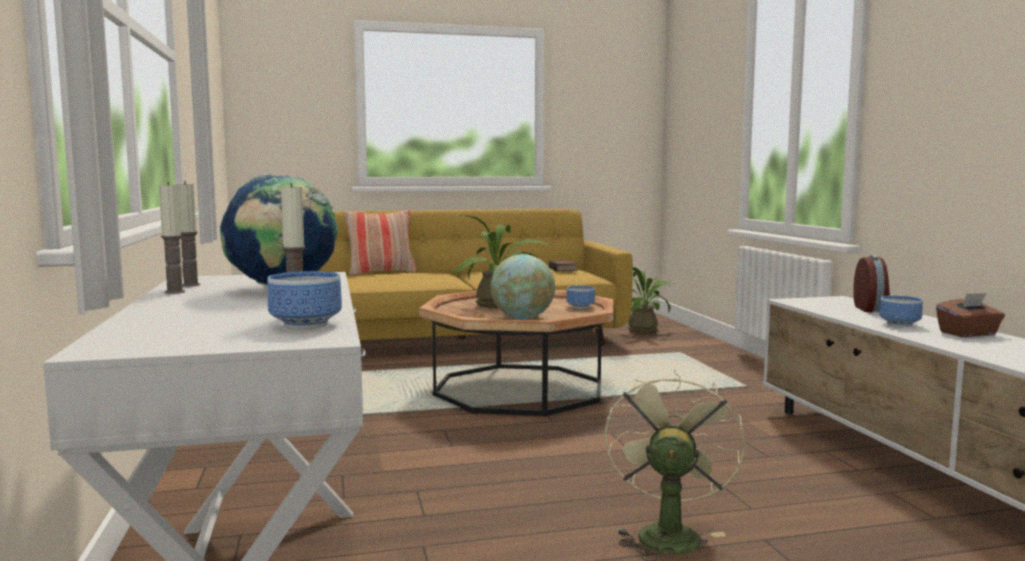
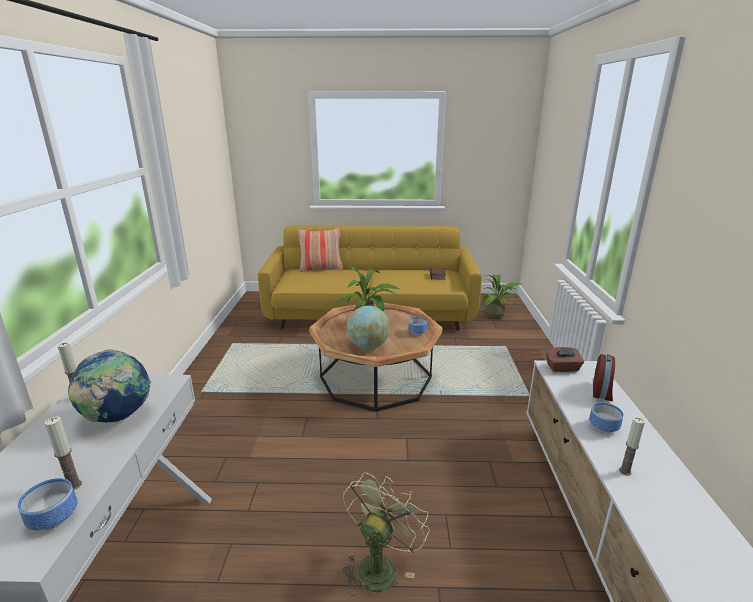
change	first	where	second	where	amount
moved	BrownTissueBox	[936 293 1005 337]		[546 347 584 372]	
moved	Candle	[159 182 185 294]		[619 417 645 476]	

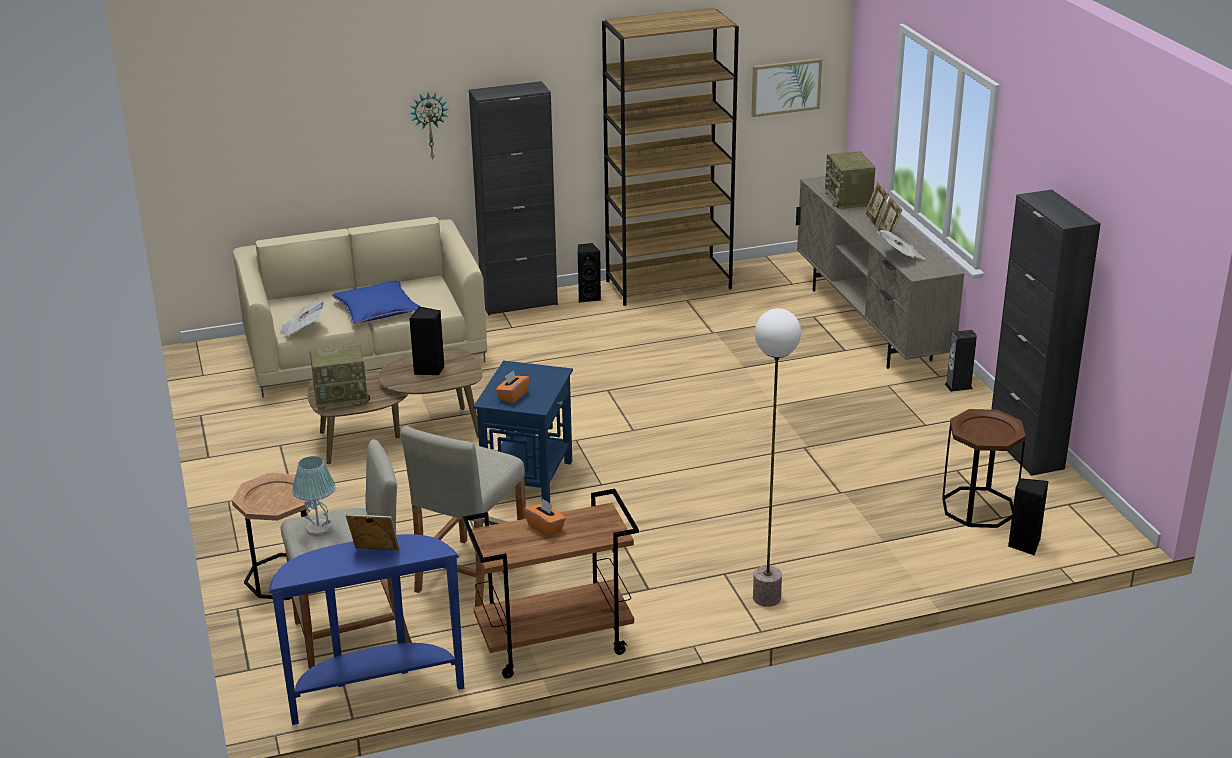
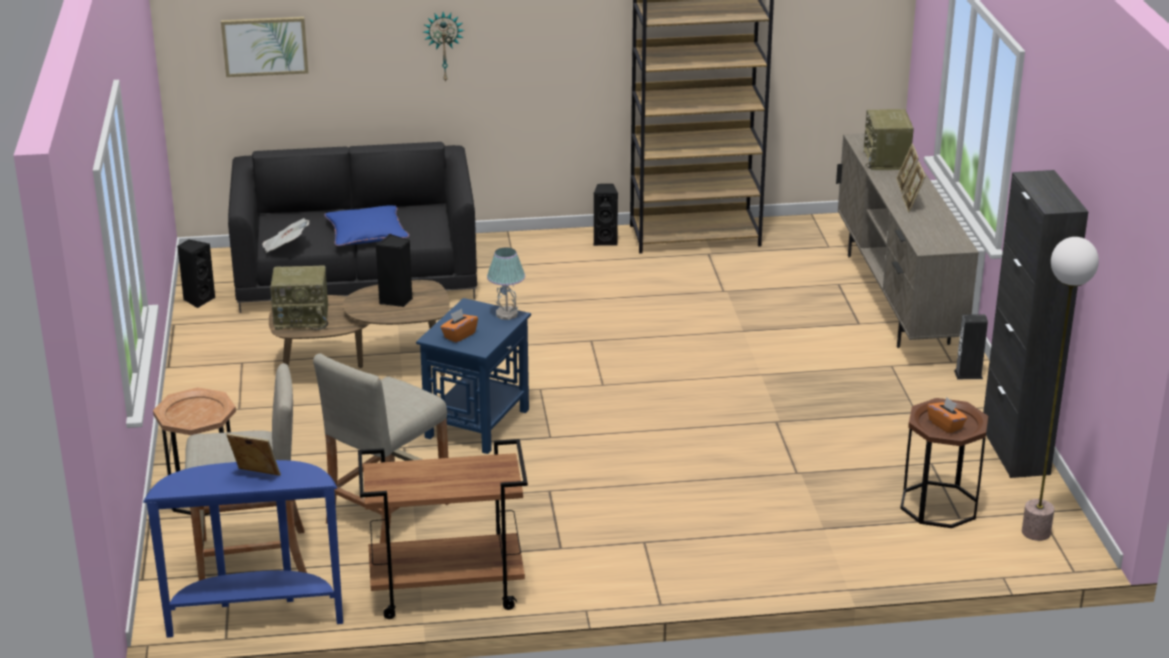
change	first	where	second	where	amount
moved	BlackSpeaker	[1008 478 1048 556]		[177 240 216 308]	
moved	Picture	[751 58 822 117]		[221 17 308 77]	
recoloured	BeigeSofa	[233 217 487 398]	BlackSofa	[228 142 477 313]	
moved	TableLamp	[292 456 336 537]		[487 247 525 320]	
moved	OrangeTissueBox	[524 499 566 537]		[927 397 967 434]	
moved	FloorLamp	[753 308 801 607]		[1022 237 1099 541]	
removed	BlackCabinet	[469 81 558 316]			
removed	Newspaper	[877 230 925 259]			

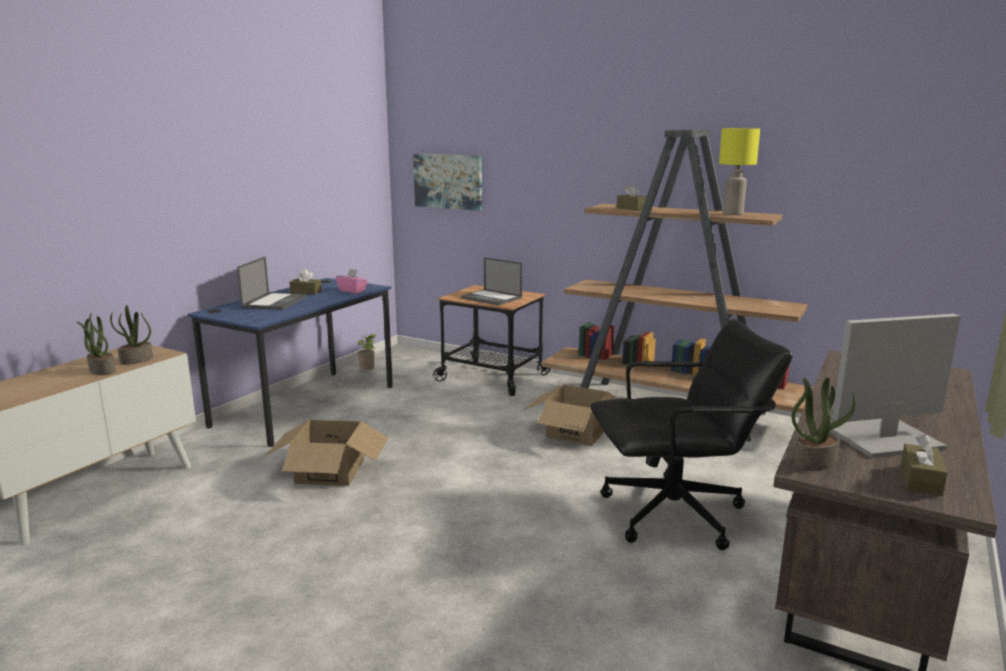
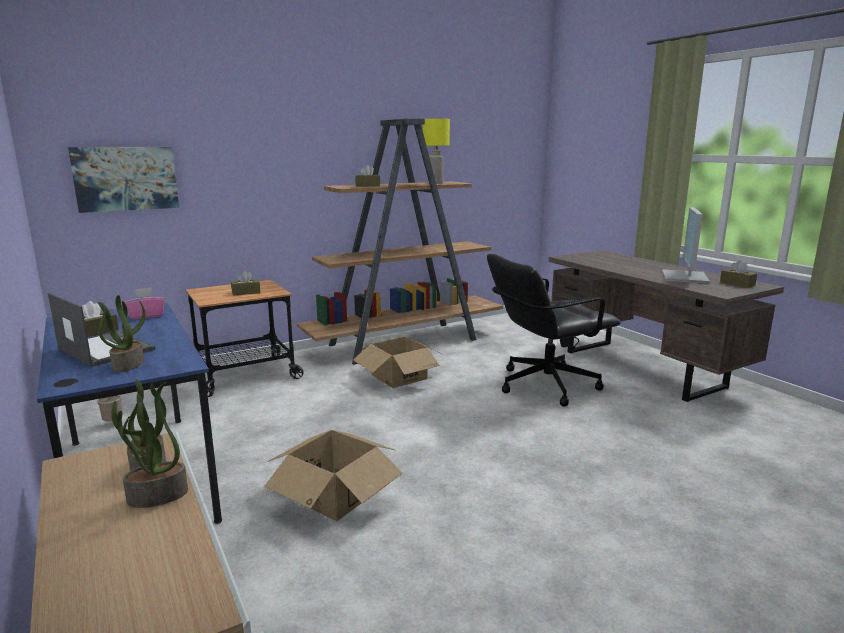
change	first	where	second	where	amount
moved	PottedPlant	[792 377 856 470]		[98 295 146 372]	
replaced	Laptop	[461 257 522 306]	BrownTissueBox	[231 271 260 296]	
turned	BlackOfficeChair	[590 319 793 550]		[487 254 621 407]	135 degrees counterclockwise

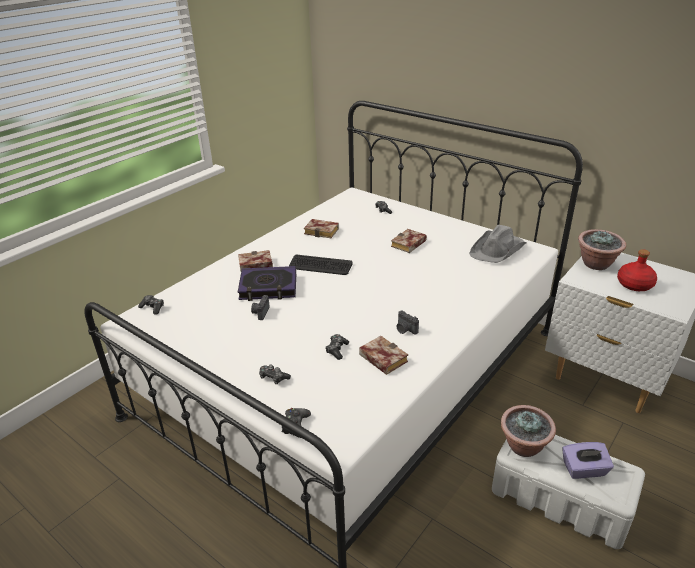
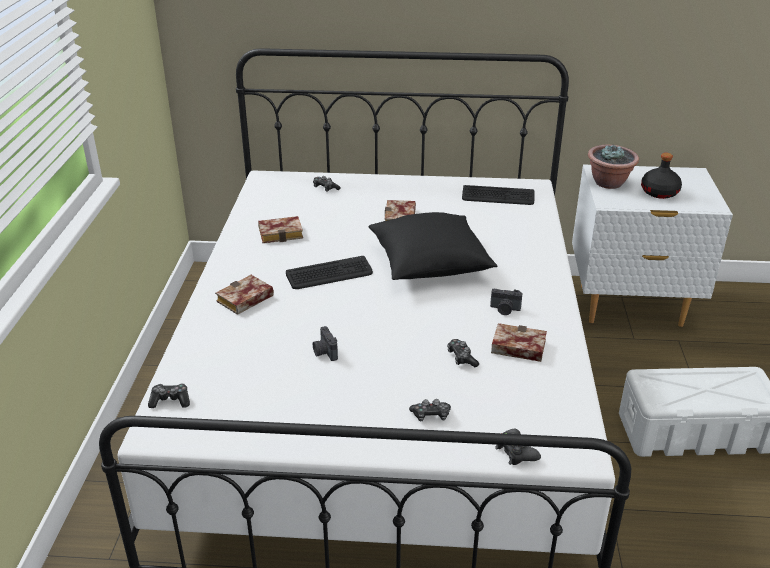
change	first	where	second	where	amount
added			BlackPillow	[368 212 497 280]	
replaced	GreyHat	[469 225 527 263]	Keyboard	[462 185 534 205]	
recoloured	RedBottle	[617 249 657 291]	BlackBottle	[641 153 682 199]	
removed	Book	[238 266 296 301]			
removed	PottedPlant	[501 405 556 457]			
removed	PurpleTissueBox	[562 442 614 479]			

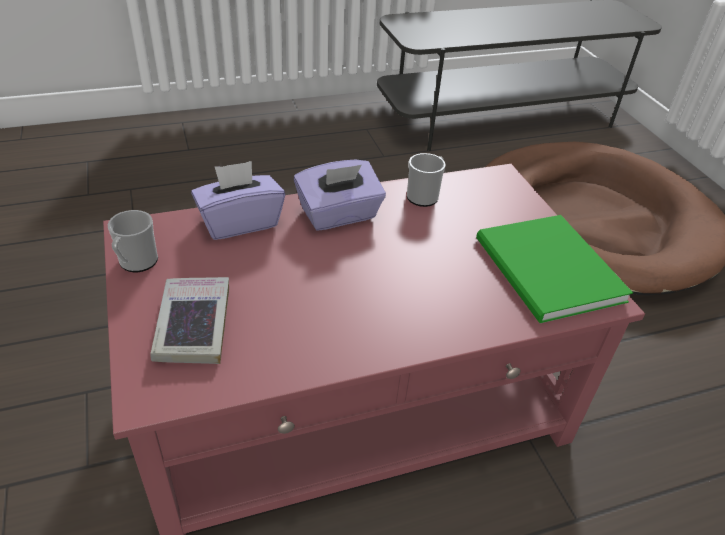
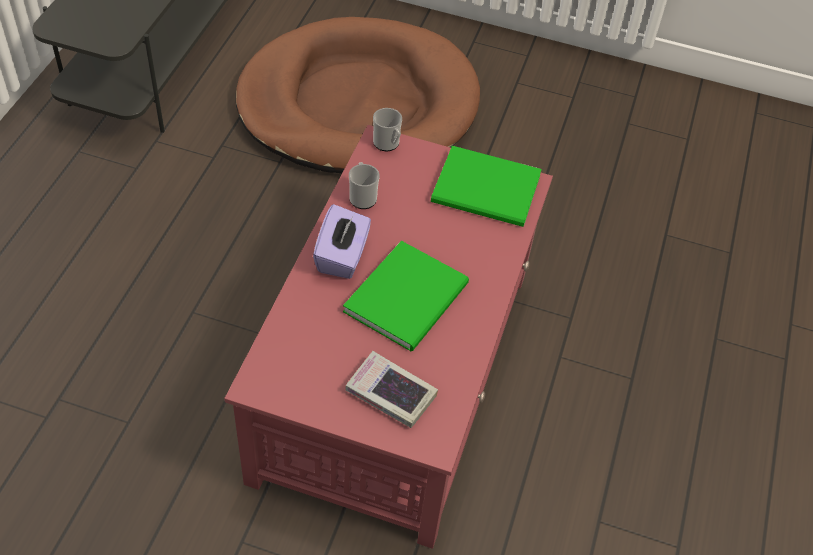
change	first	where	second	where	amount
added			GreenBook	[343 241 469 351]	
moved	Mug	[108 210 158 272]		[373 108 402 151]	
removed	PurpleTissueBox	[191 161 285 240]			

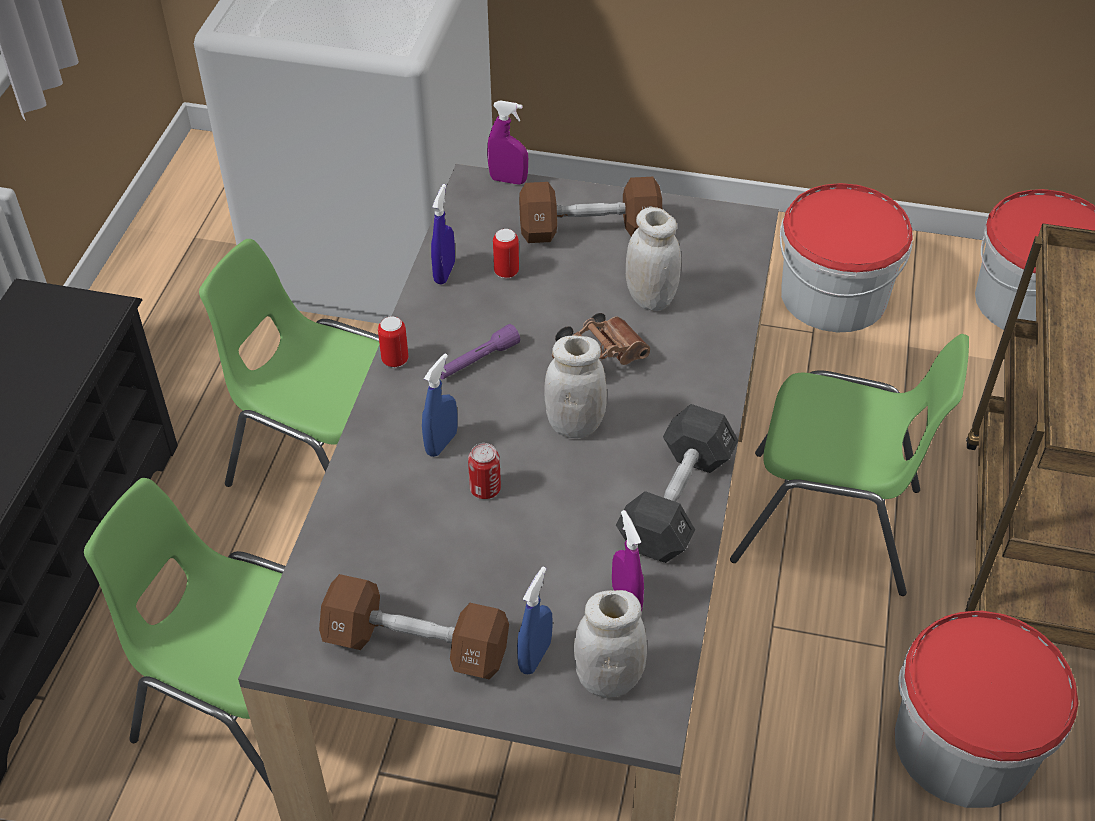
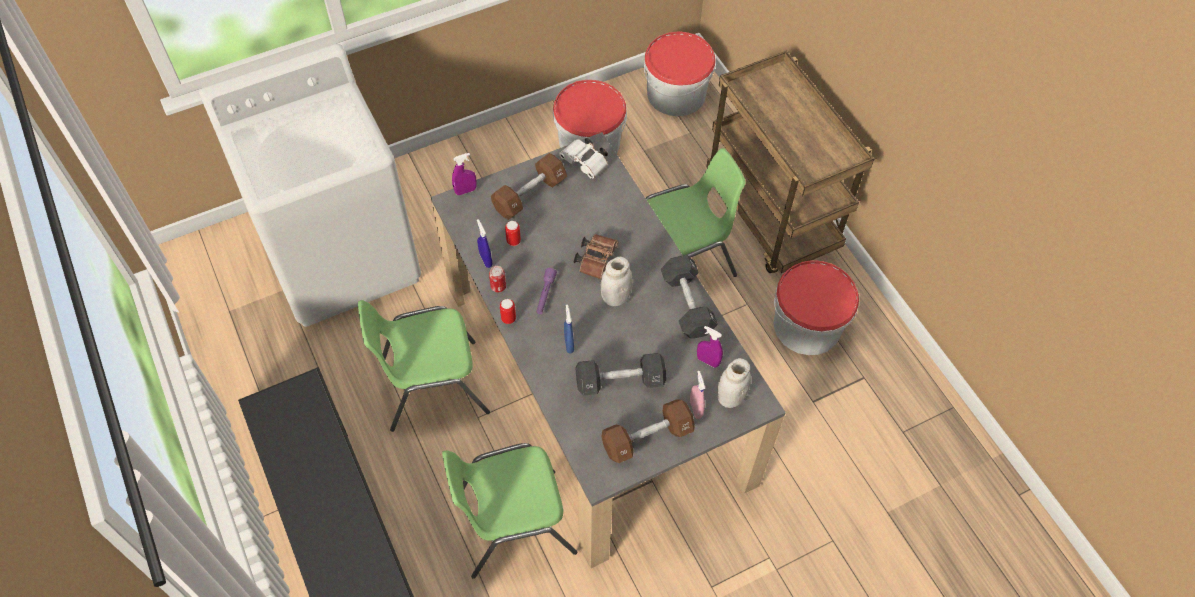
change	first	where	second	where	amount
moved	Can	[468 443 501 499]		[489 266 506 292]	
added			WhiteBinoculars	[559 138 608 178]	
added			BlackDumbbell	[575 353 666 396]	
recoloured	BlueSprayBottle	[517 567 553 674]	PinkSprayBottle	[690 371 705 419]	
removed	WhiteJar	[626 207 681 311]			

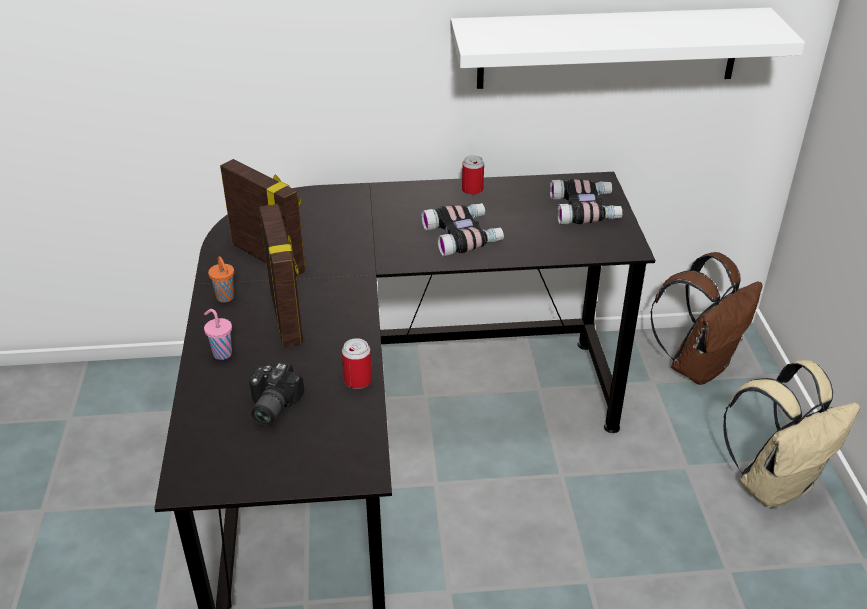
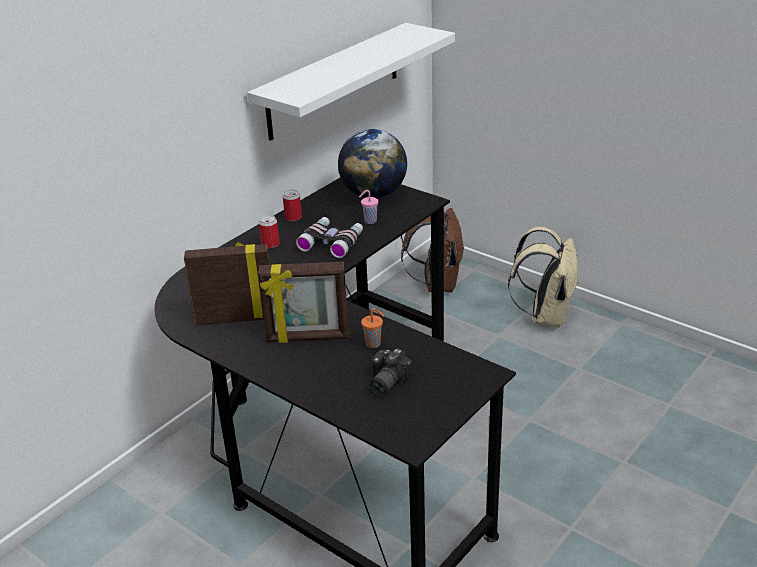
change	first	where	second	where	amount
turned	PictureFrame	[259 204 303 347]		[258 262 348 343]	150 degrees clockwise
moved	Can	[342 338 372 389]		[259 215 279 248]	
replaced	Binoculars	[550 179 623 225]	Globe	[338 129 407 199]	
moved	PinkCup	[204 309 232 360]		[359 190 379 224]	
moved	OrangeCup	[208 257 234 303]		[361 308 385 348]	
turned	PhotoCamera	[249 362 304 426]		[370 348 414 395]	60 degrees clockwise

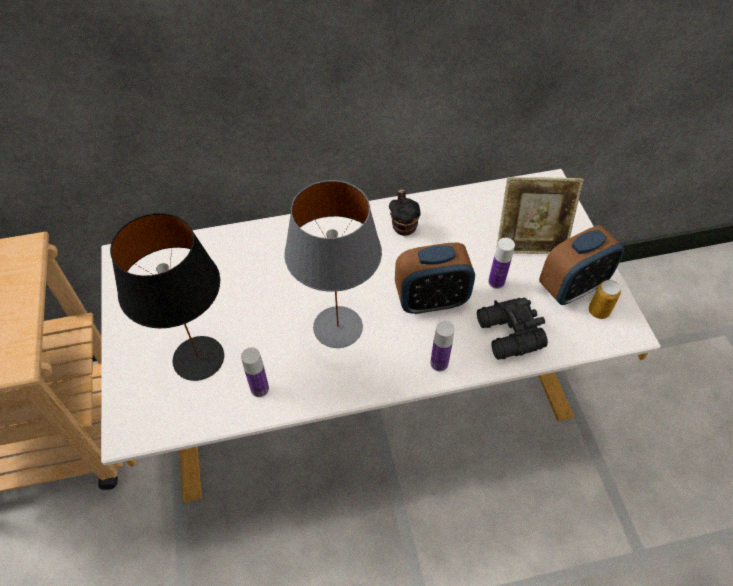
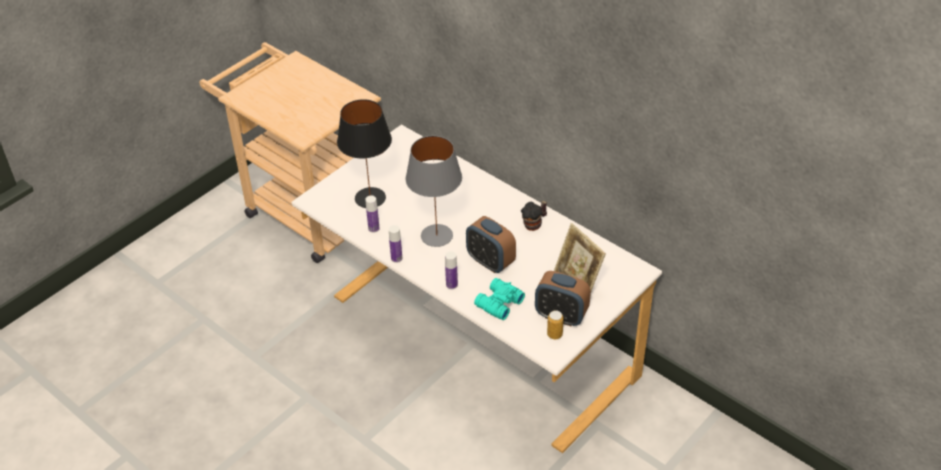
change	first	where	second	where	amount
moved	Bottle	[488 238 515 289]		[389 225 402 263]	
recoloured	BlackBinoculars	[477 298 548 360]	TurquoiseBinoculars	[474 278 525 320]	

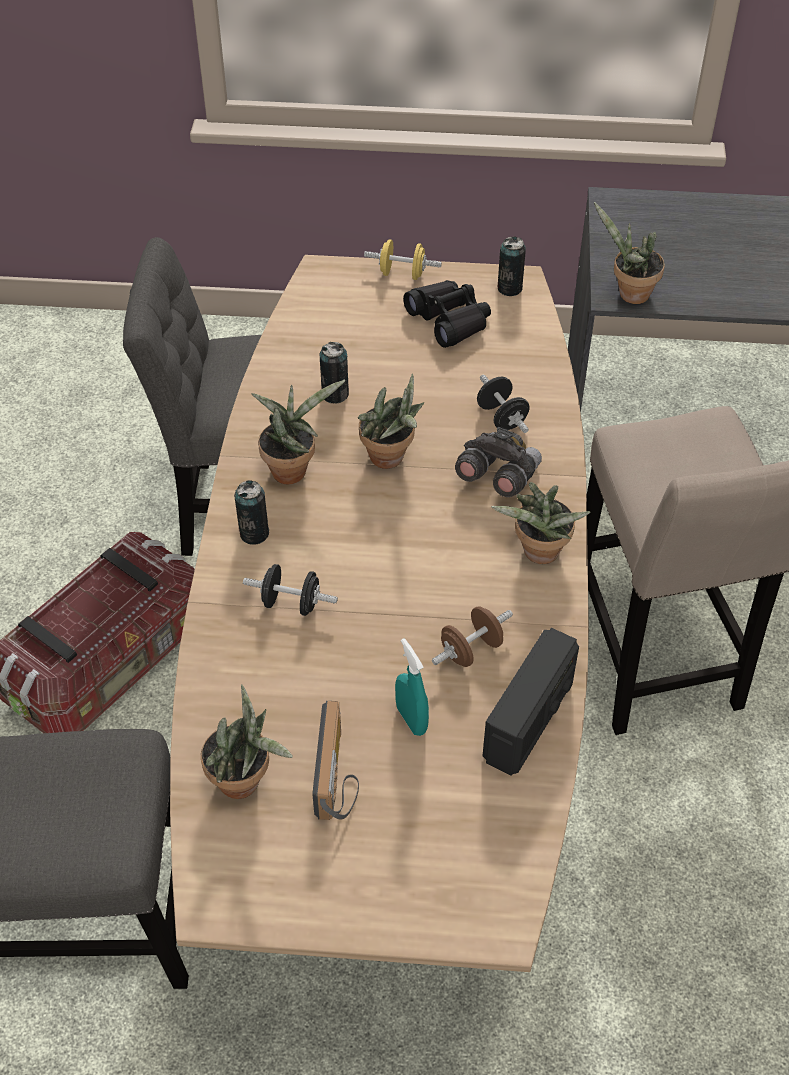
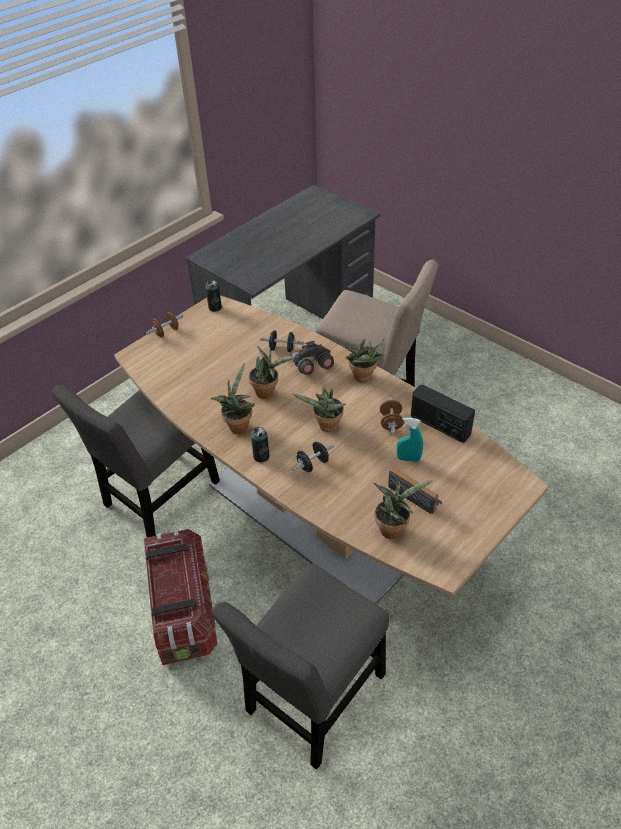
change	first	where	second	where	amount
recoloured	YellowDumbbell	[364 239 442 280]	BrownDumbbell	[146 312 184 337]	
moved	PottedPlant	[594 202 665 304]		[293 388 346 432]	
turned	Radio	[482 628 579 776]		[411 384 475 443]	150 degrees clockwise
removed	Can	[320 342 349 403]			
removed	BlackBinoculars	[403 280 491 348]			

